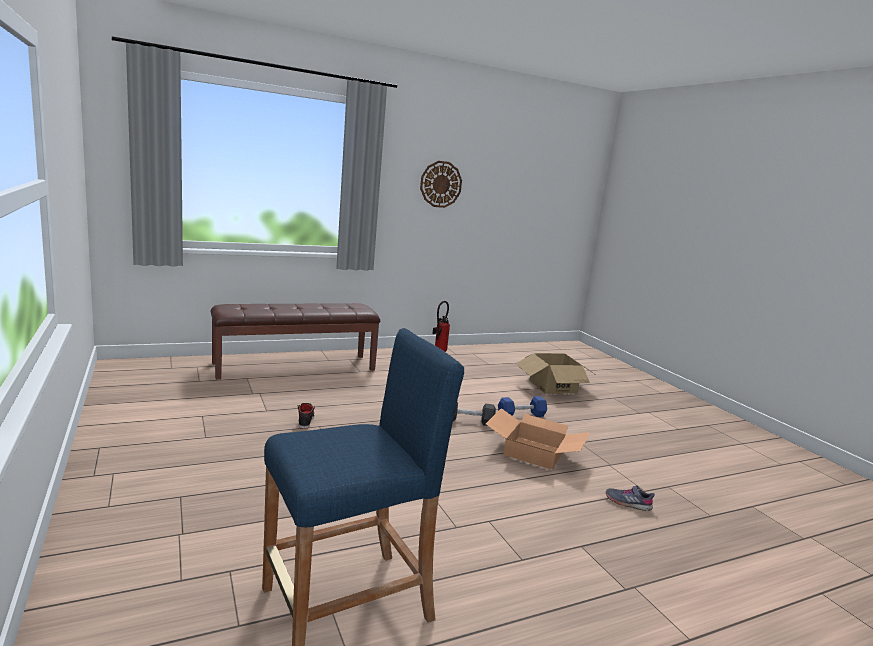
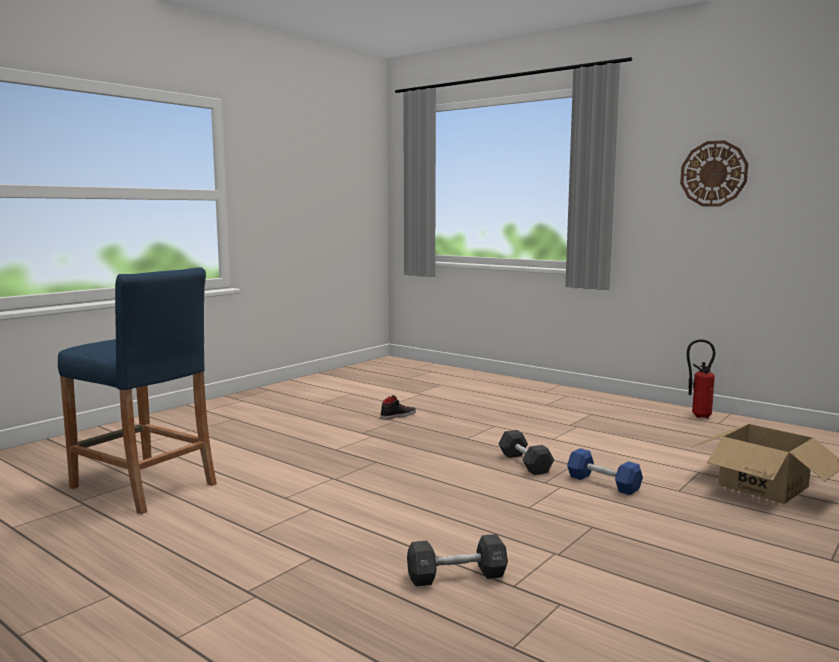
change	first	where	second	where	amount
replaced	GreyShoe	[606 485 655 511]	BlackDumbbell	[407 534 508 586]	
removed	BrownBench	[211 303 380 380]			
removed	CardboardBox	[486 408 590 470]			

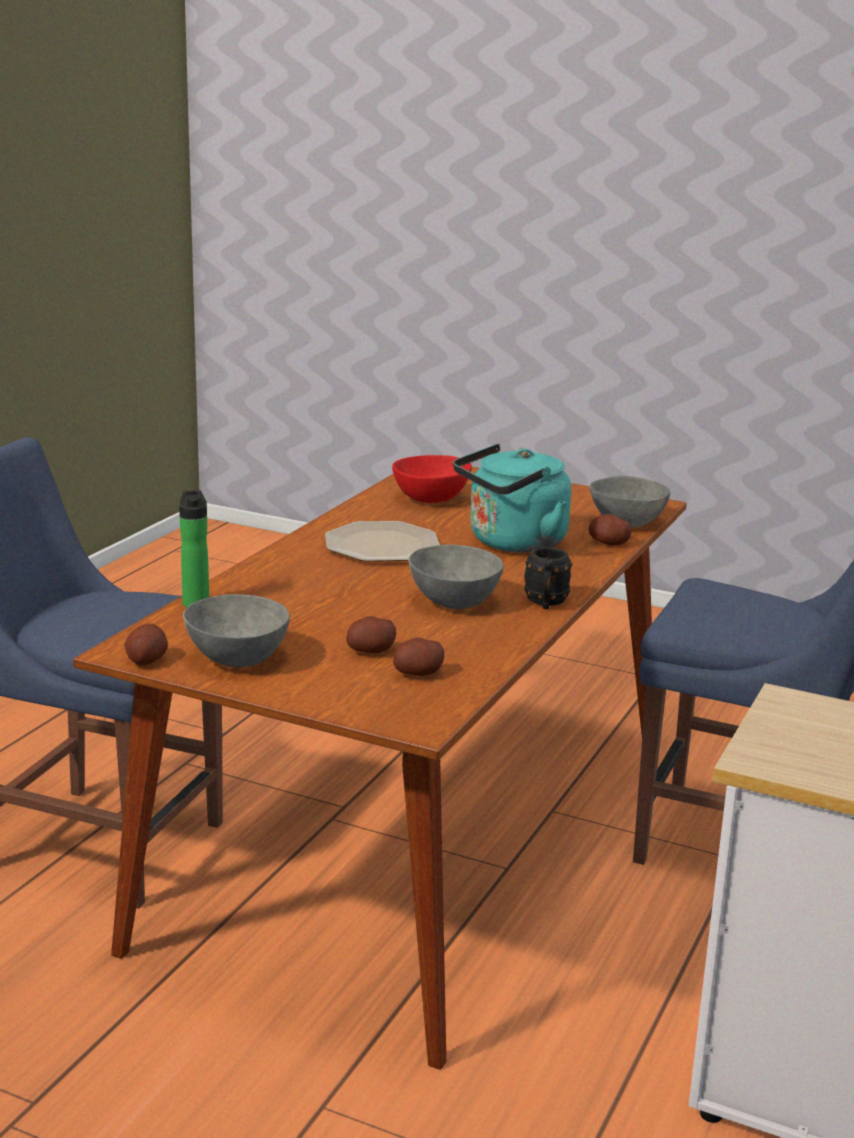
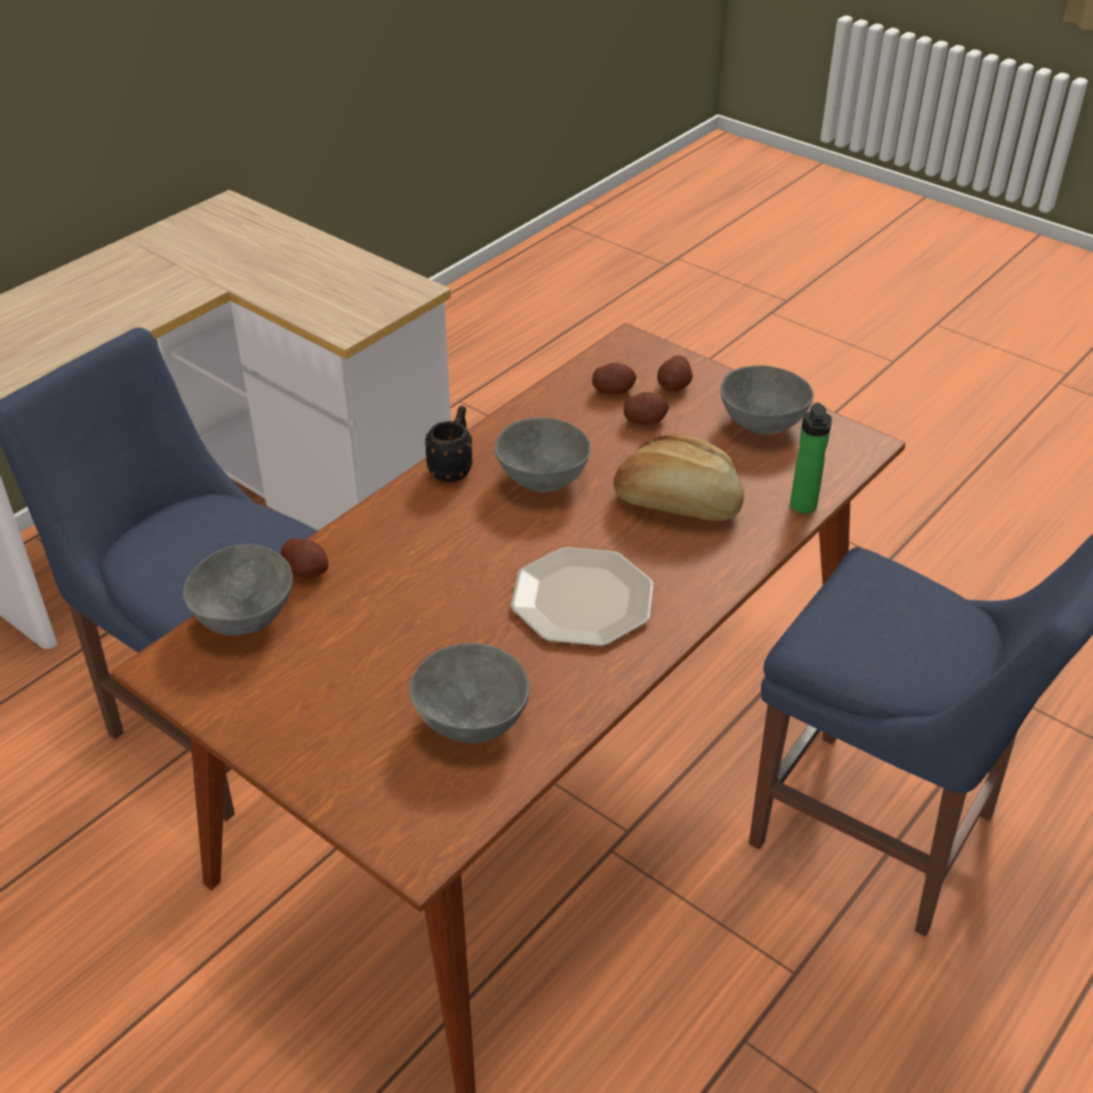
change	first	where	second	where	amount
recoloured	RedBowl	[392 455 472 503]	GreyBowl	[409 643 530 743]	
added			Bread	[613 434 744 521]	
moved	Potato	[125 624 168 665]		[657 355 693 392]	
removed	TurquoiseKettle	[453 444 571 553]			

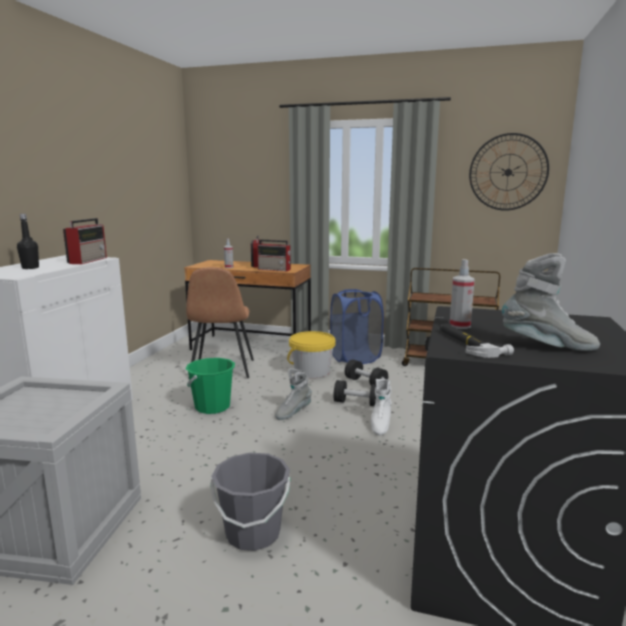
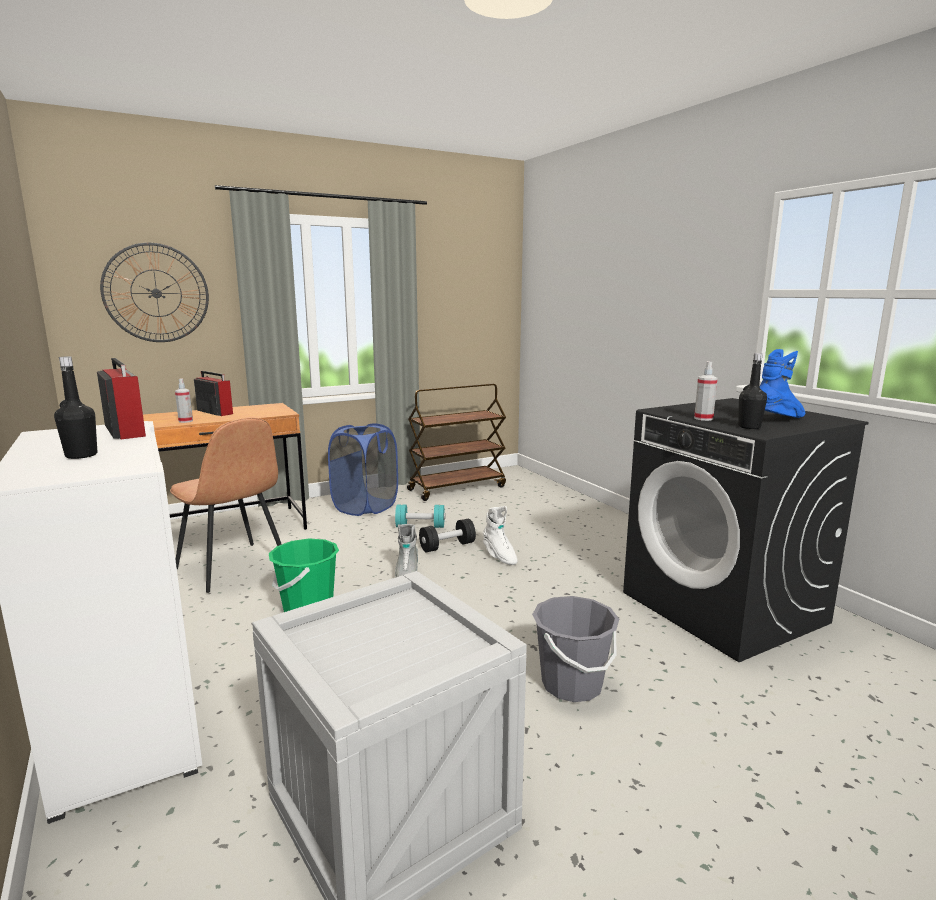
change	first	where	second	where	amount
moved	WallClock	[469 133 549 211]		[100 243 209 342]	
recoloured	BlackDumbbell	[345 359 388 385]	TurquoiseDumbbell	[395 504 445 528]	
replaced	Hammer	[440 323 514 358]	BlackBottle	[738 353 767 429]	
recoloured	GreyBoot	[502 253 600 351]	BlueBoot	[760 349 805 418]	
removed	Radio	[257 239 291 272]			
removed	YellowBucket	[287 331 336 378]			

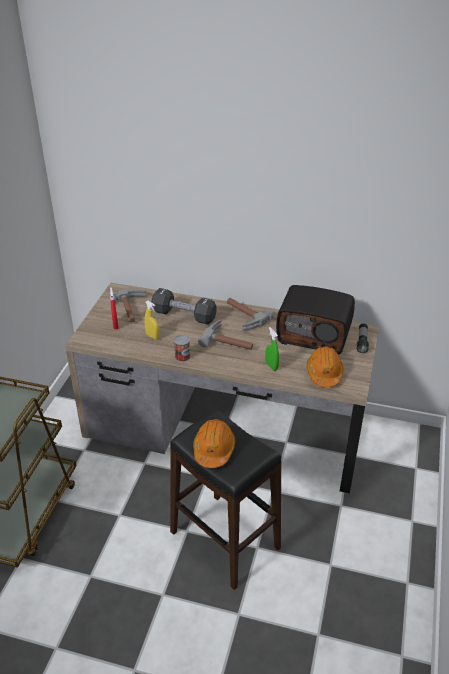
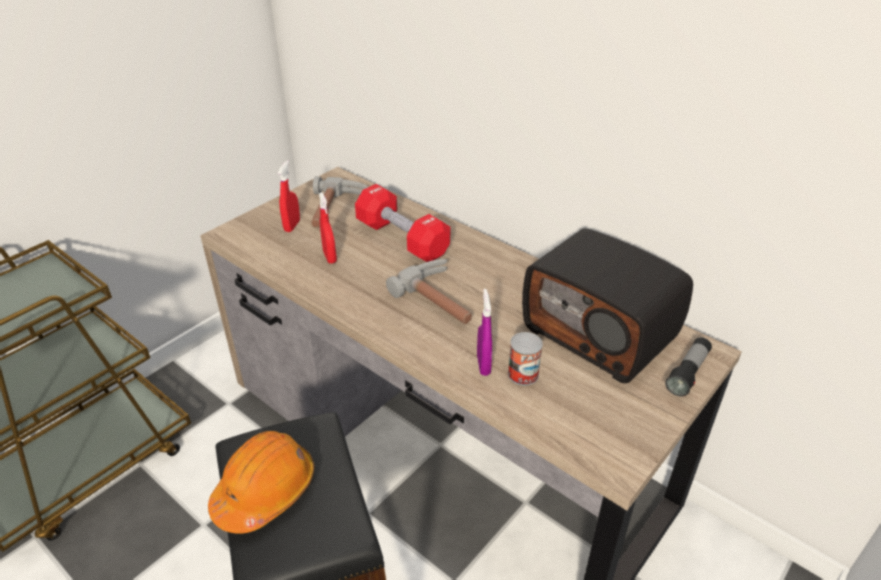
change	first	where	second	where	amount
recoloured	YellowSprayBottle	[144 301 159 340]	RedSprayBottle	[319 192 337 264]	
recoloured	BlackDumbbell	[151 288 217 325]	RedDumbbell	[355 184 450 262]	
recoloured	GreenSprayBottle	[265 327 279 371]	PurpleSprayBottle	[477 289 492 376]	
moved	Can	[174 335 191 362]		[508 332 543 386]	
removed	Hammer	[227 298 274 331]			
removed	OrangeHardHat	[307 346 344 387]			

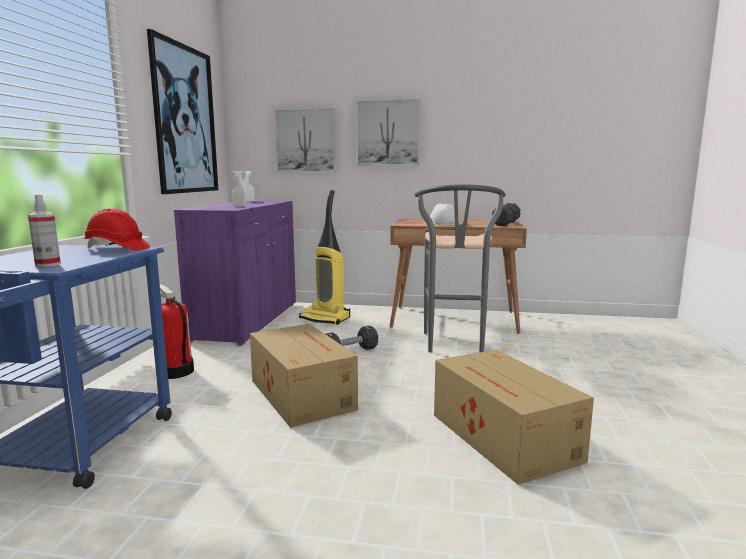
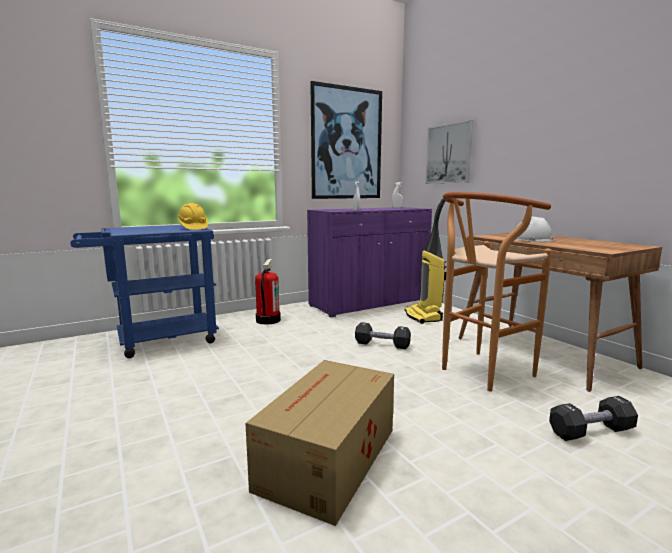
change	first	where	second	where	amount
recoloured	RedHardHat	[84 208 150 250]	YellowHardHat	[177 203 208 230]	
recoloured	GreyStool	[415 185 506 352]	BrownStool	[442 192 552 392]	
moved	BlackDumbbell	[492 203 520 226]		[549 396 638 441]	
removed	SprayBottle	[28 194 61 267]			
removed	CardboardBox	[250 324 358 428]			
removed	Picture	[356 99 420 166]			

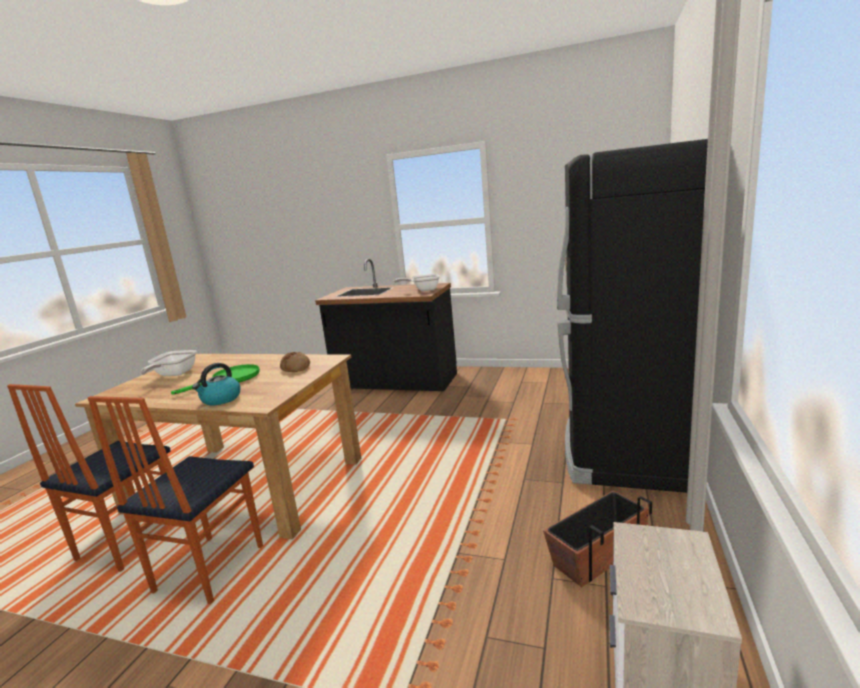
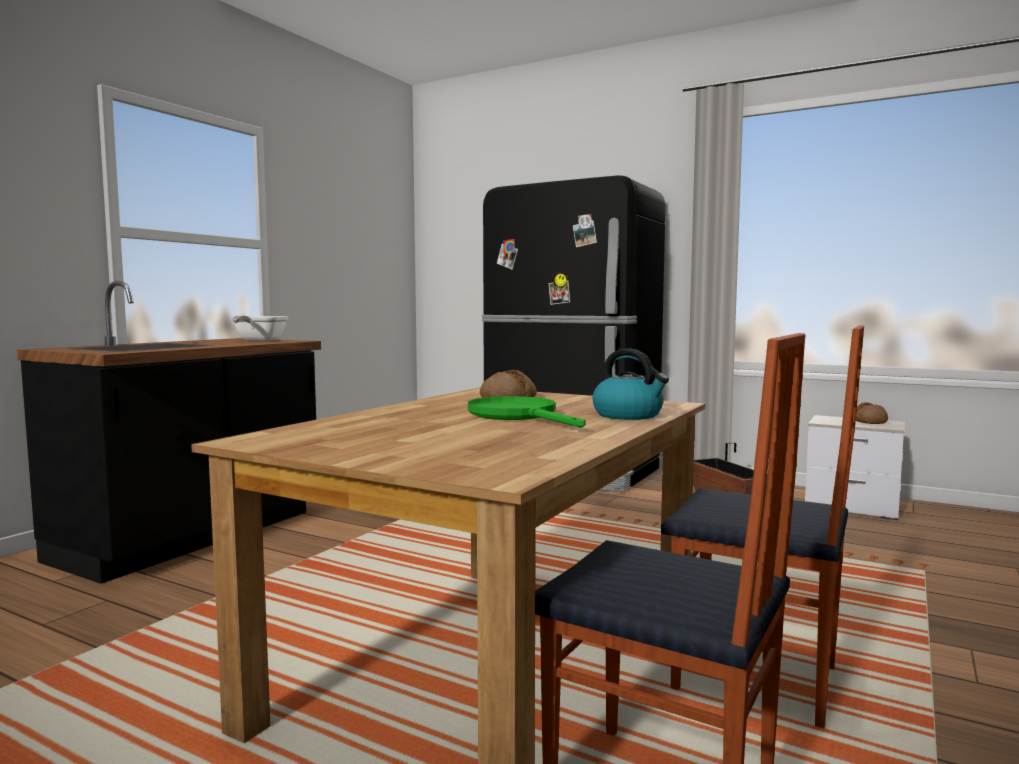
change	first	where	second	where	amount
added			Bread	[856 402 888 424]	
removed	FryingPan	[140 350 197 376]			

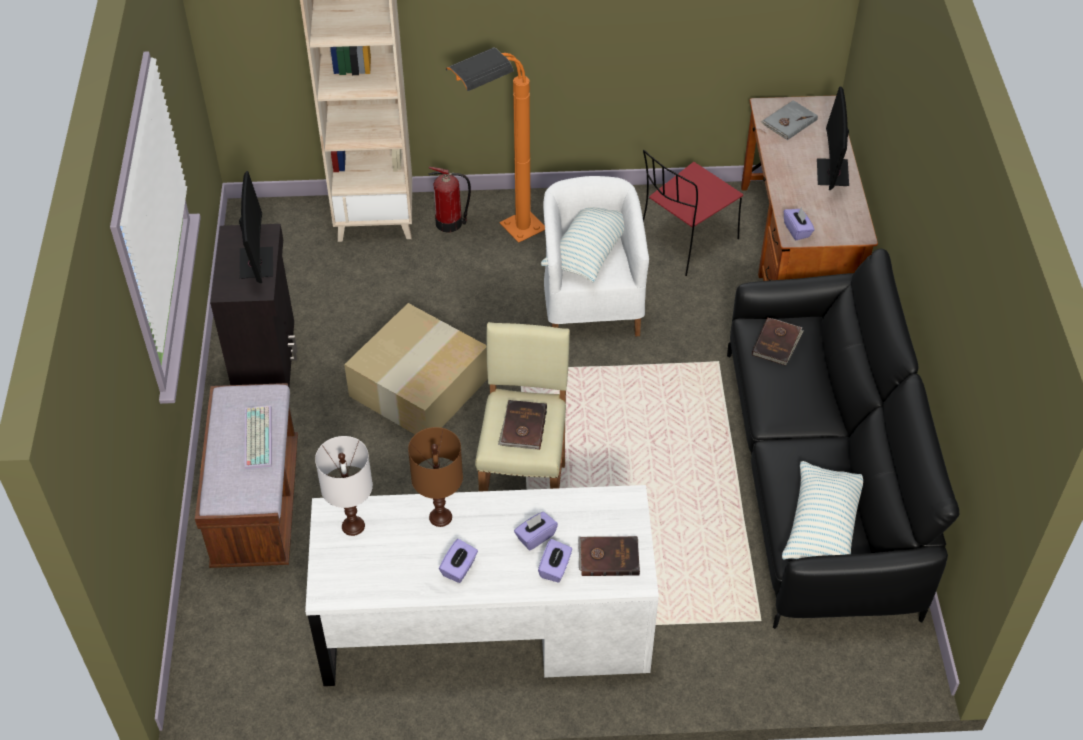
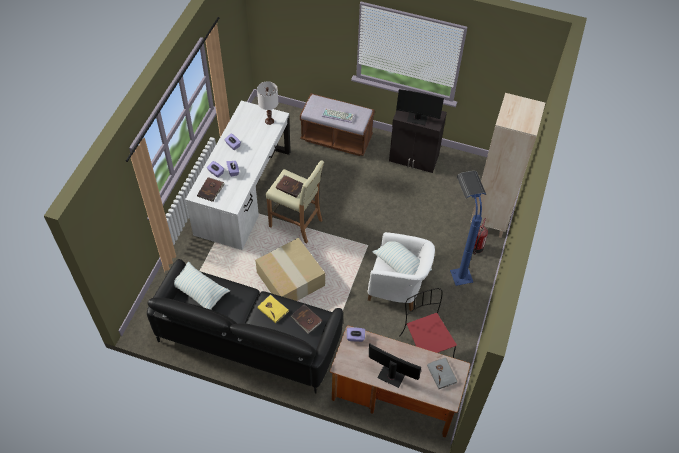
change	first	where	second	where	amount
moved	CardboardBox	[344 303 488 434]		[255 238 325 301]	
added			YellowBook	[258 295 289 323]	
recoloured	OrangeFloorLamp	[445 48 545 243]	BlueFloorLamp	[450 171 487 286]	
removed	BrownTableLamp	[408 427 463 527]			

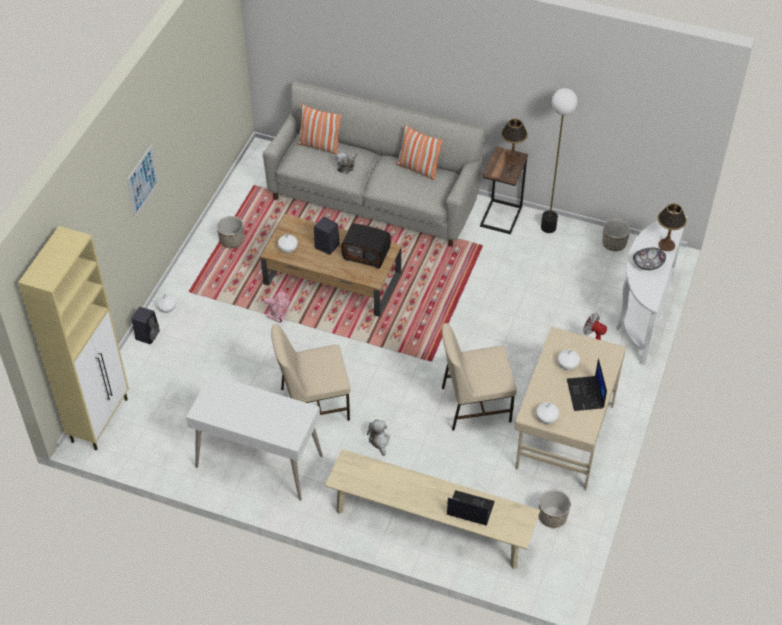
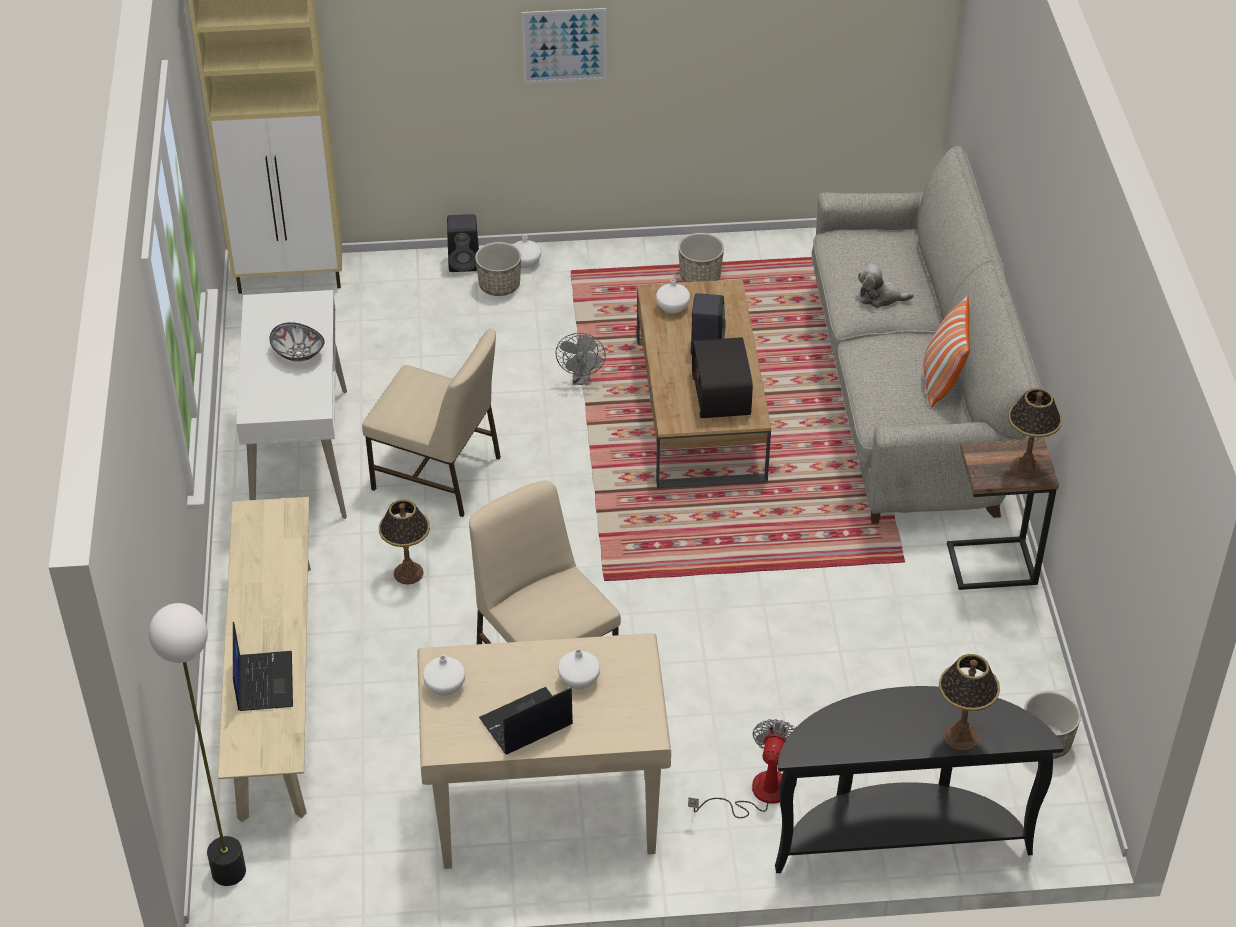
change	first	where	second	where	amount
moved	FloorLamp	[541 88 577 233]		[149 603 246 886]	
moved	Bowl	[633 248 666 270]		[269 322 325 362]	
turned	BeigeChair	[271 324 350 421]		[362 329 501 517]	150 degrees clockwise
replaced	PlushToy	[367 419 390 456]	TableLamp	[379 499 430 585]	
moved	Planter	[539 489 571 528]		[475 242 521 296]	
recoloured	PinkFan	[264 290 290 323]	GreyFan	[555 333 606 385]	
recoloured	WhiteConsoleTable	[616 216 688 365]	BlackConsoleTable	[775 686 1064 873]	
removed	Pillow	[297 104 342 155]			

